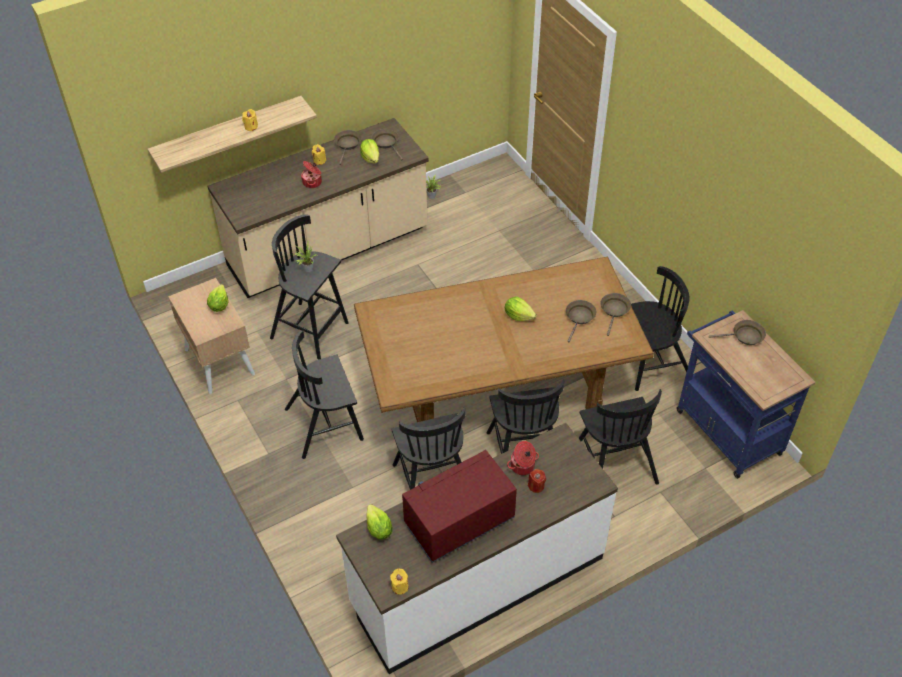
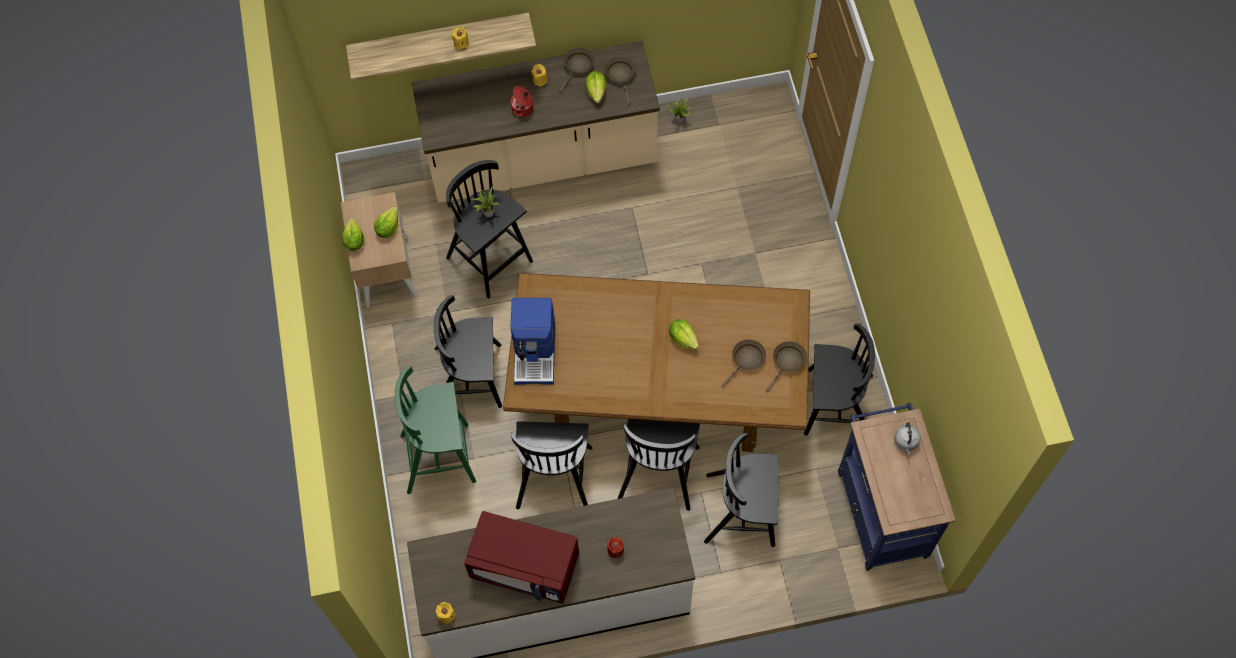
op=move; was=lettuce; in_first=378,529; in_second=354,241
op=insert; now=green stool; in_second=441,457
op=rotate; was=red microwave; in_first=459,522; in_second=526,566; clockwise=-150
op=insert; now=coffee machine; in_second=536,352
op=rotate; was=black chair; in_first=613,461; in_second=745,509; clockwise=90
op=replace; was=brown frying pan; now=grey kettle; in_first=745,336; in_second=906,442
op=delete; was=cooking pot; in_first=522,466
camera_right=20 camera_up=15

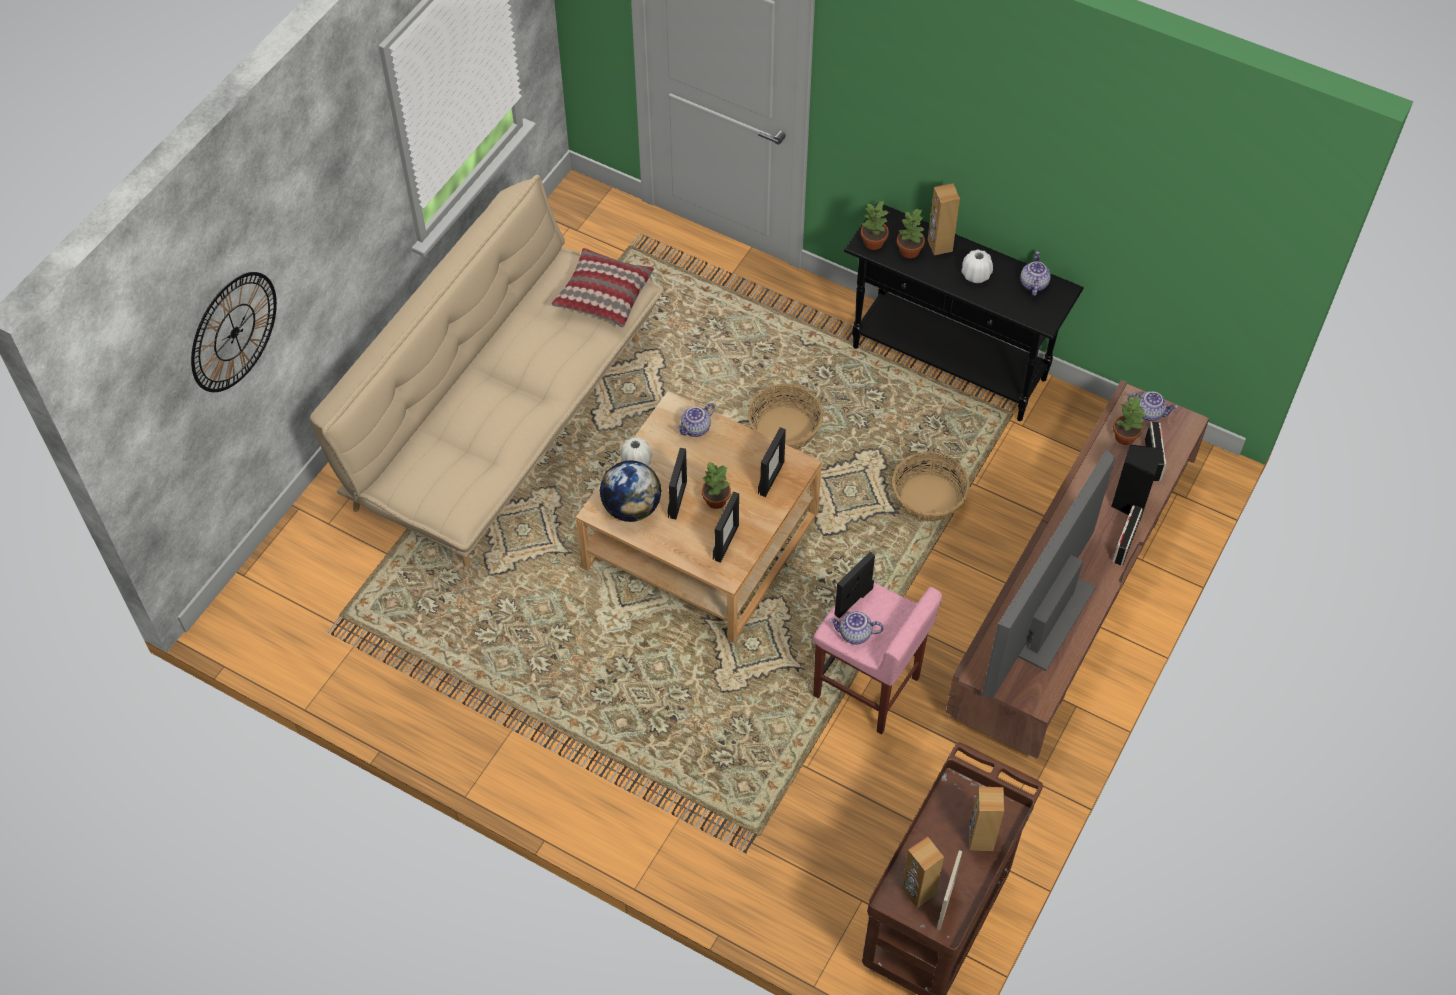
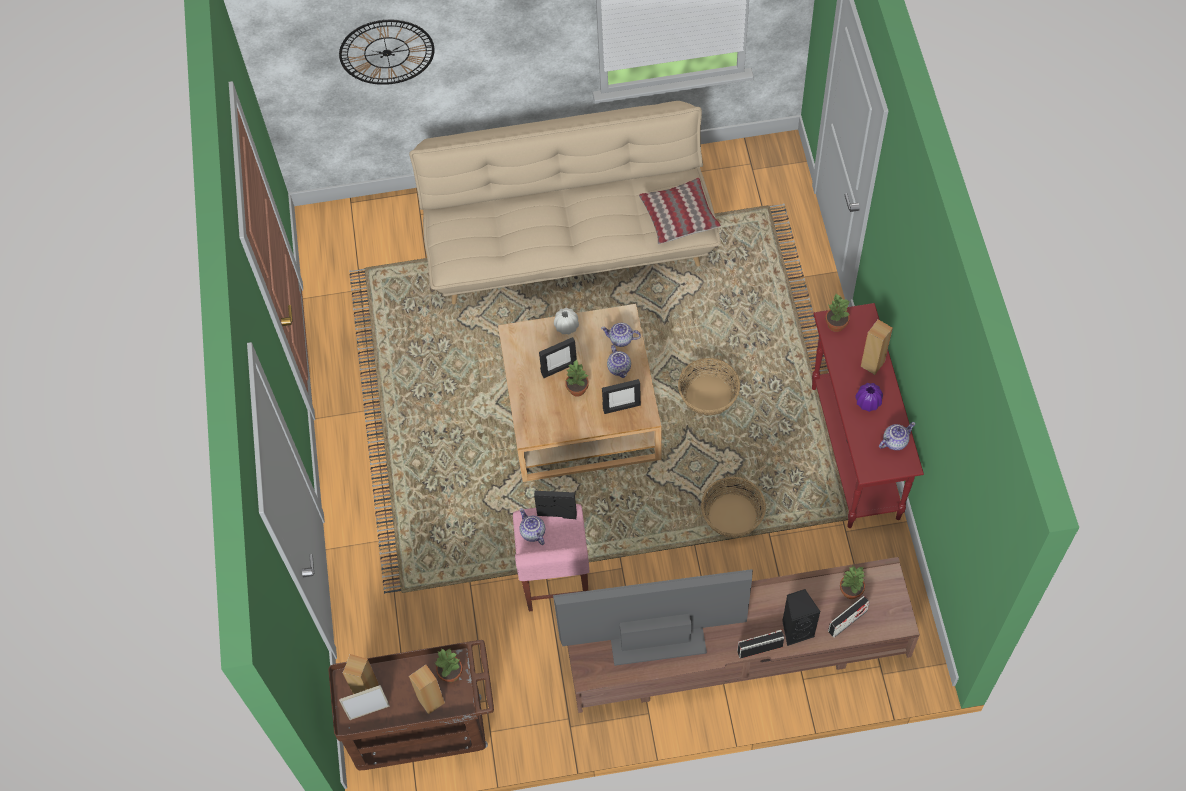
op=move; was=potted plant; in_first=910,251; in_second=450,674
op=move; was=teapot; in_first=1149,412; in_second=620,368
op=recolor; was=black console table; now=red console table; in_first=949,364; in_second=854,452
op=recolor; was=white vase; now=purple vase; in_first=976,275; in_second=868,402
op=delete; was=globe; in_first=631,508
op=delete; was=picture frame; in_first=725,542
camera_right=55 camera_up=5

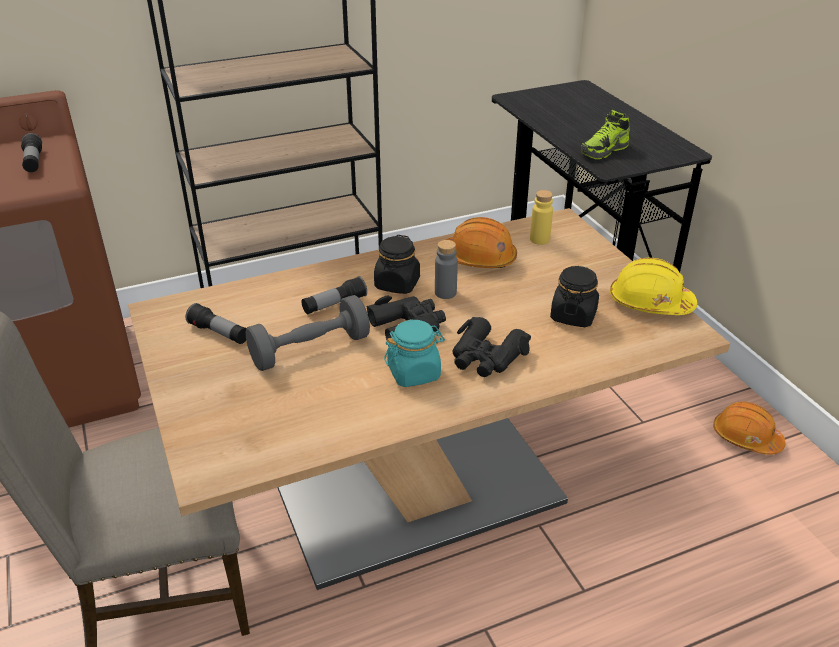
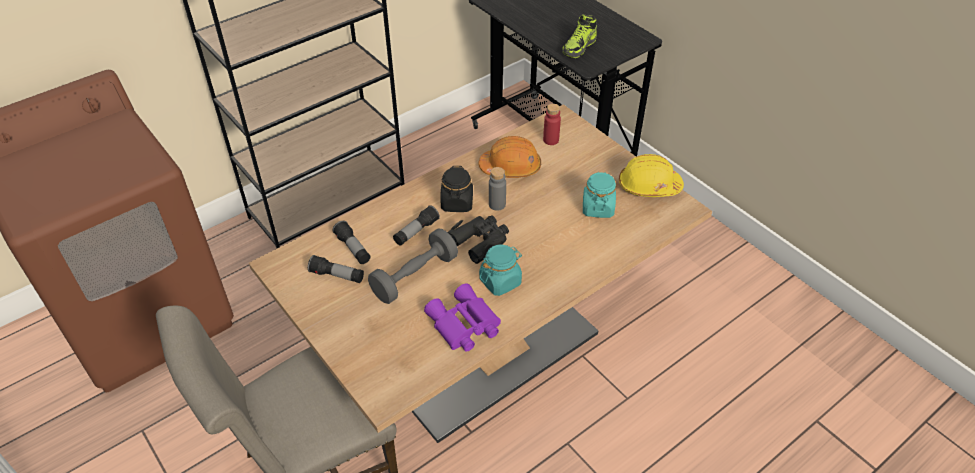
op=move; was=flashlight; in_first=33,162; in_second=353,248
op=insert; now=purple binoculars; in_second=463,326
op=recolor; was=yellow bottle; now=red bottle; in_first=539,239; in_second=551,140
op=recolor; was=black jar; now=turquoise jar; in_first=573,315; in_second=597,208
op=delete; was=black binoculars; in_first=486,357
op=delete; was=orange hard hat; in_first=745,438
camera_right=-15 camera_up=10

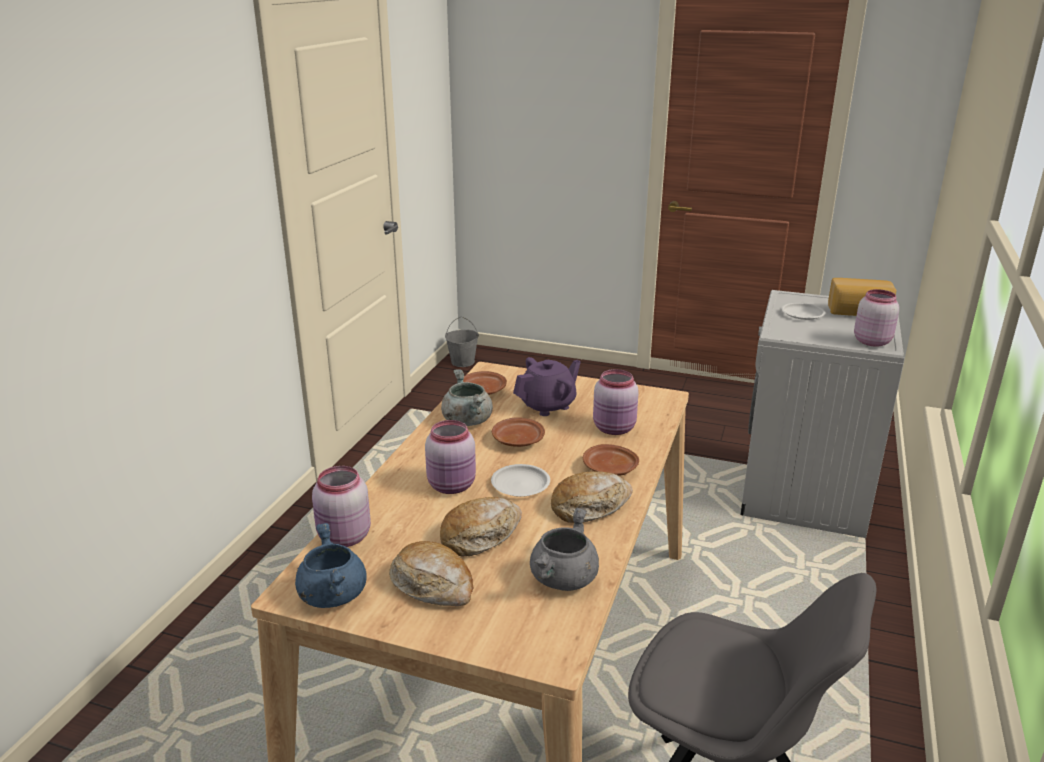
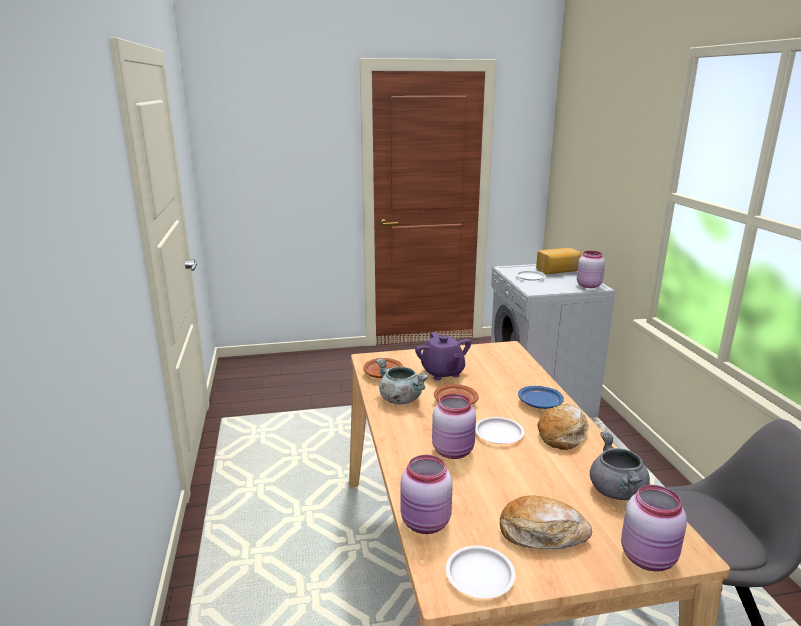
op=rotate; was=purple teapot; in_first=548,405; in_second=442,373; clockwise=135
op=replace; was=blue cooking pot; now=white plate; in_first=332,595; in_second=479,576
op=recolor; was=brown plate; now=blue plate; in_first=610,469; in_second=540,404
op=move; was=pink jar; in_first=615,429; in_second=649,558
op=delete; was=bread; in_first=481,535
op=delete; was=grey bucket; in_first=463,362
camera_right=-30 camera_up=-5

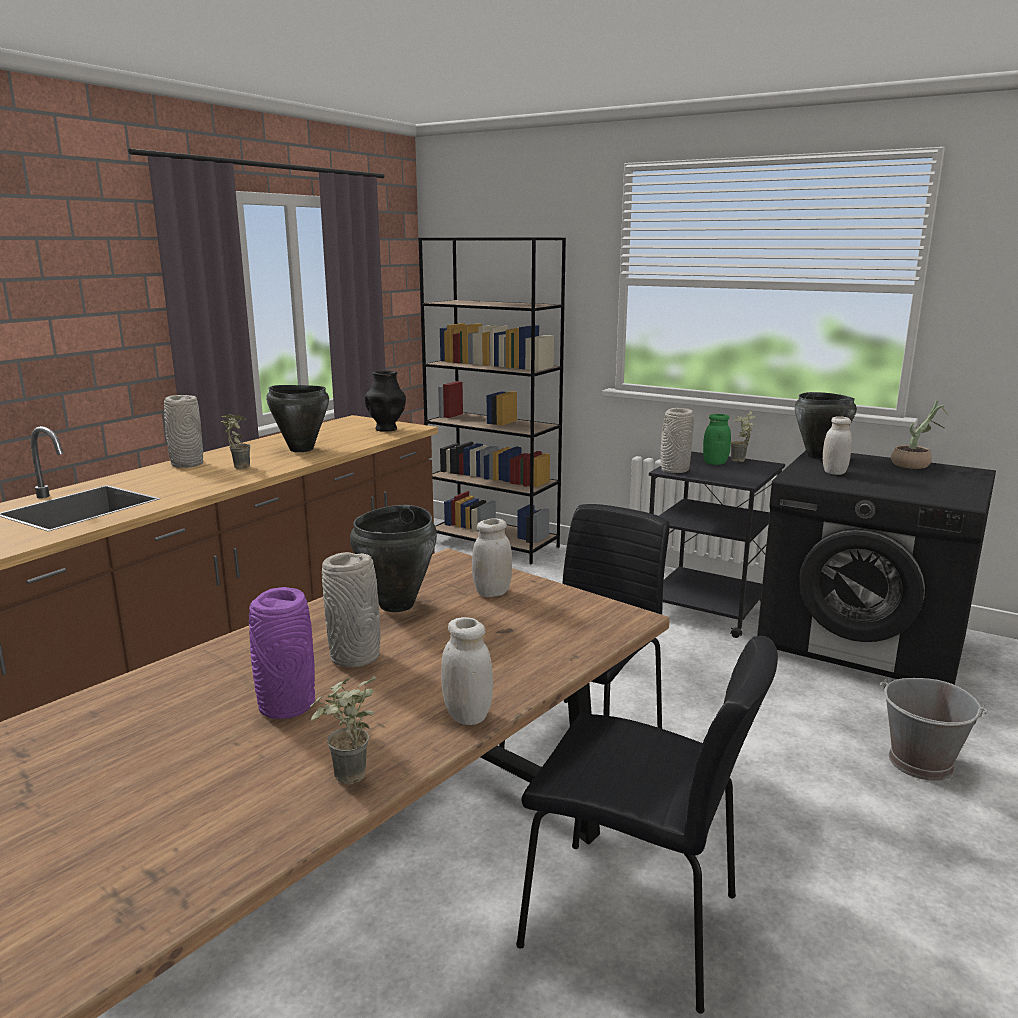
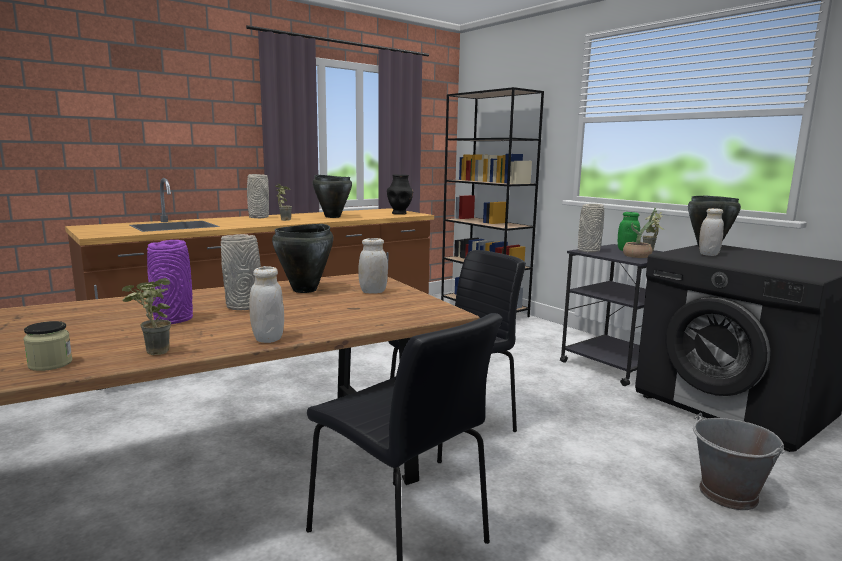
op=insert; now=jar; in_second=50,364
op=move; was=potted plant; in_first=915,465; in_second=640,256
camera_right=20 camera_up=-5

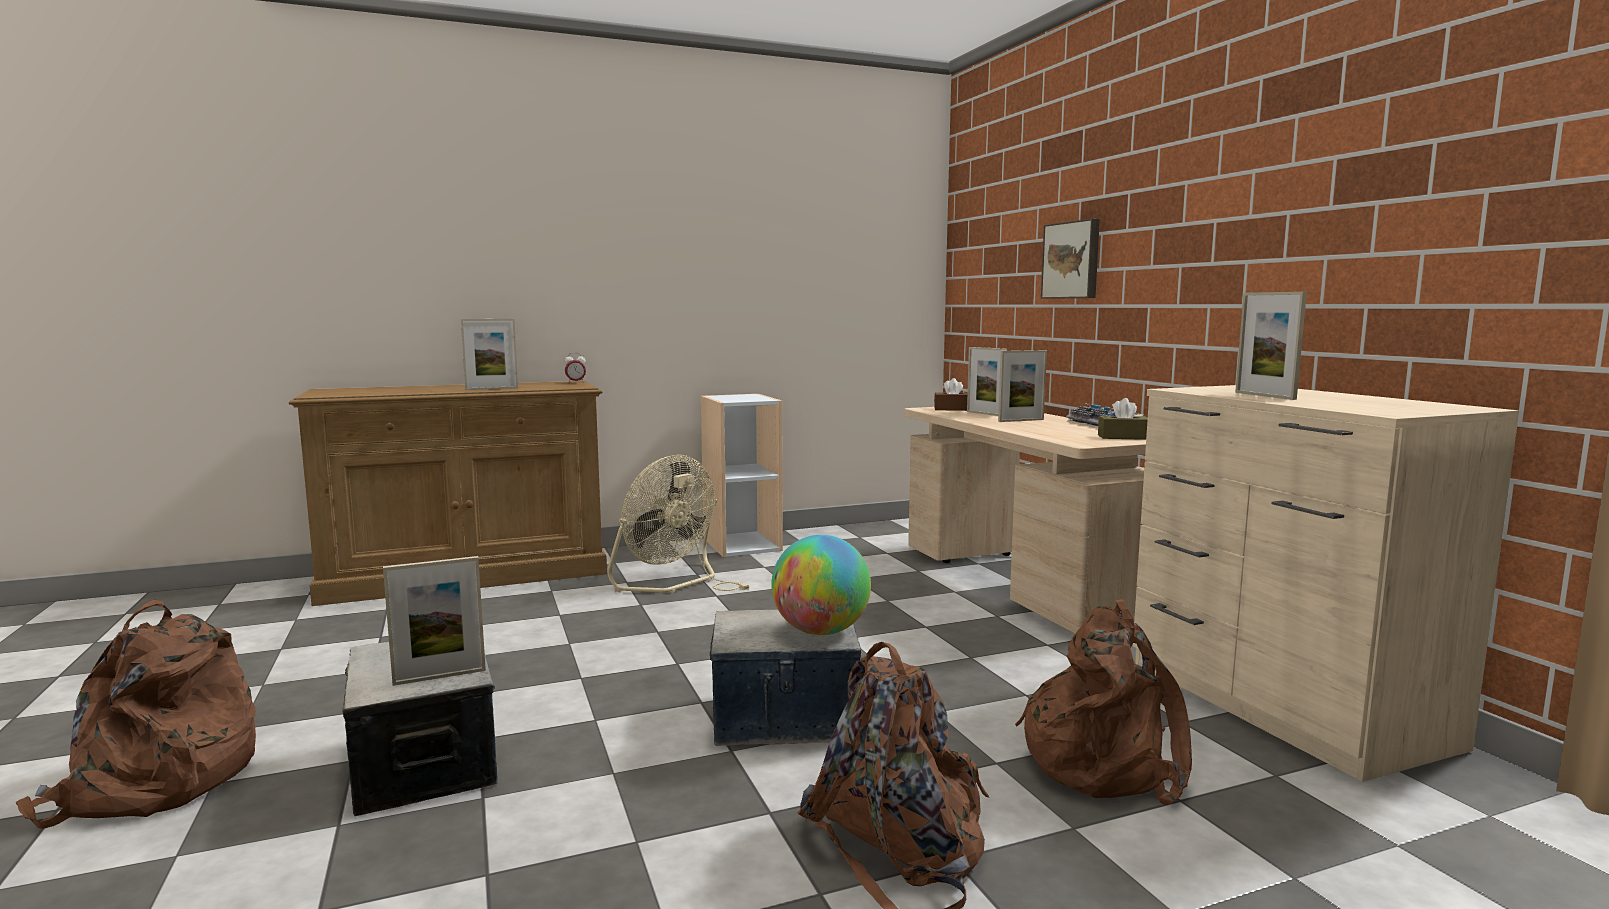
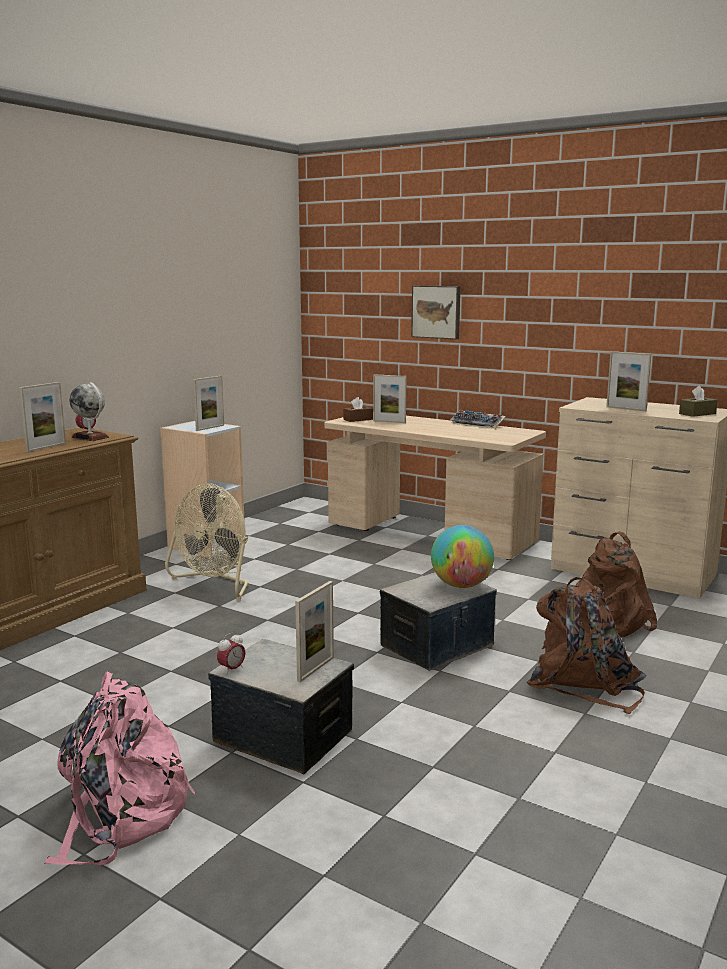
op=recolor; was=brown backpack; now=pink backpack; in_first=154,783; in_second=121,815
op=insert; now=globe; in_second=90,437
op=rotate; was=beige fan; in_first=682,581; in_second=217,582; clockwise=-60
op=move; was=picture frame; in_first=1021,420; in_second=210,428
op=insert; now=alarm clock; in_second=232,669
op=move; was=brown tissue box; in_first=1123,437; in_second=697,414
camera_right=-35 camera_up=5

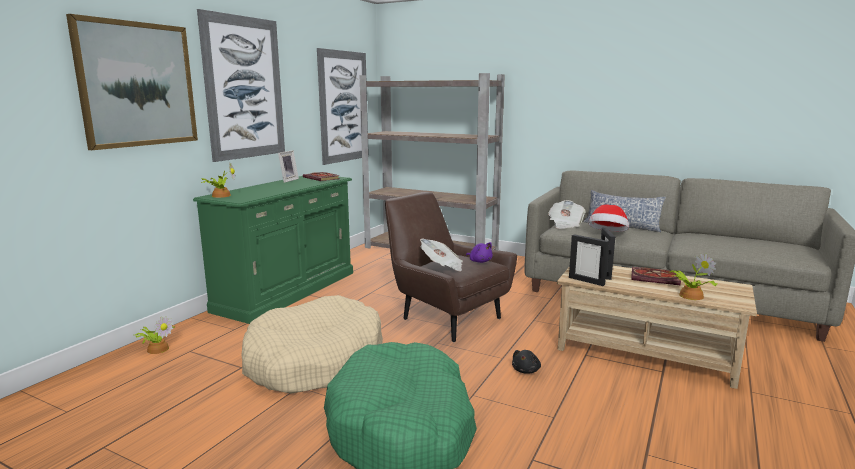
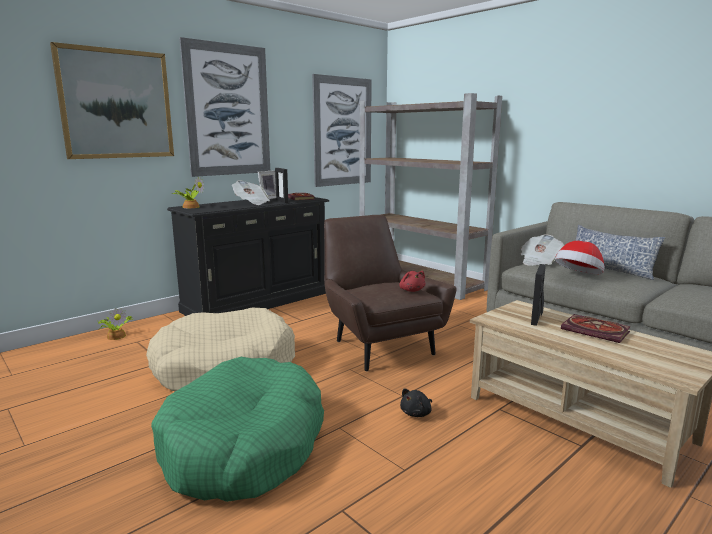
op=recolor; was=green cabinet; now=black cabinet; in_first=287,291; in_second=258,301
op=move; was=newspaper; in_first=442,266; in_second=251,203
op=move; was=picture frame; in_first=586,281; in_second=282,201
op=recolor; was=purple plush toy; now=red plush toy; in_first=479,261; in_second=411,290
op=delete; was=potted plant; in_first=689,295
camera_right=20 camera_up=0

